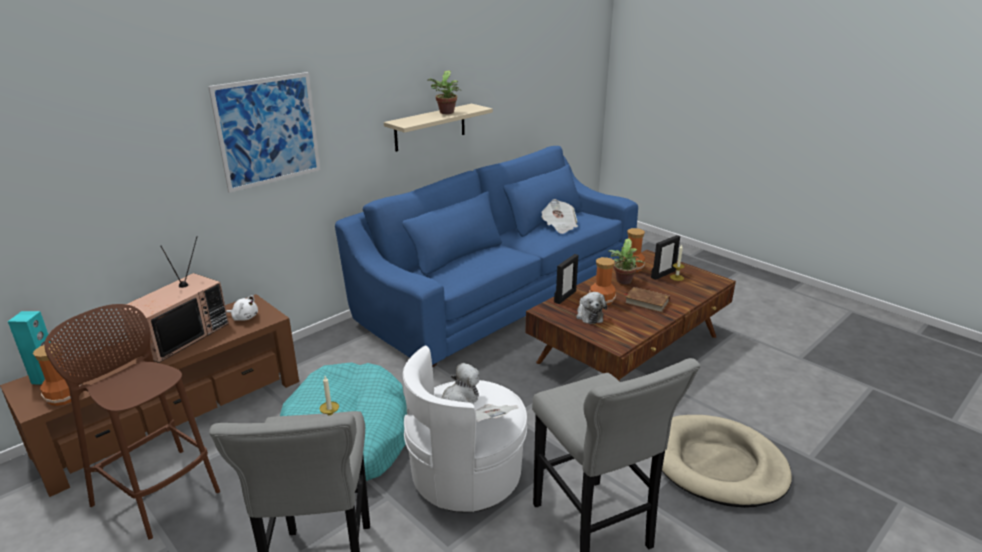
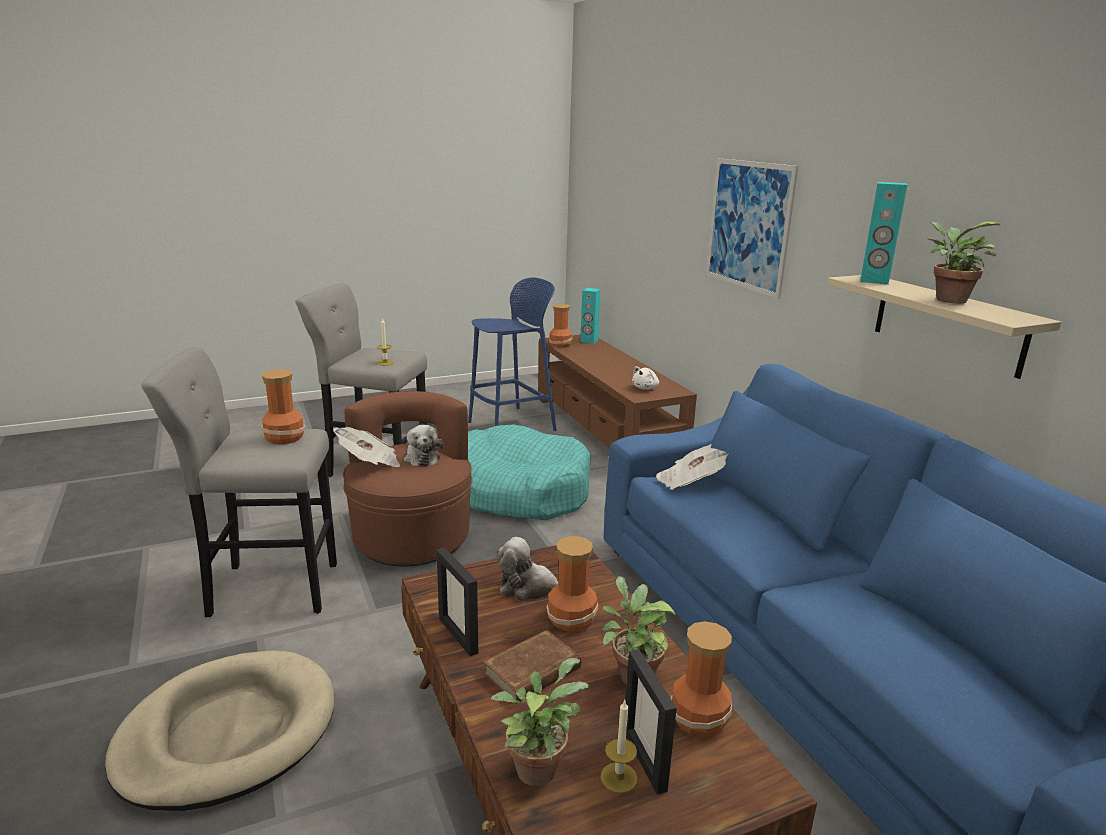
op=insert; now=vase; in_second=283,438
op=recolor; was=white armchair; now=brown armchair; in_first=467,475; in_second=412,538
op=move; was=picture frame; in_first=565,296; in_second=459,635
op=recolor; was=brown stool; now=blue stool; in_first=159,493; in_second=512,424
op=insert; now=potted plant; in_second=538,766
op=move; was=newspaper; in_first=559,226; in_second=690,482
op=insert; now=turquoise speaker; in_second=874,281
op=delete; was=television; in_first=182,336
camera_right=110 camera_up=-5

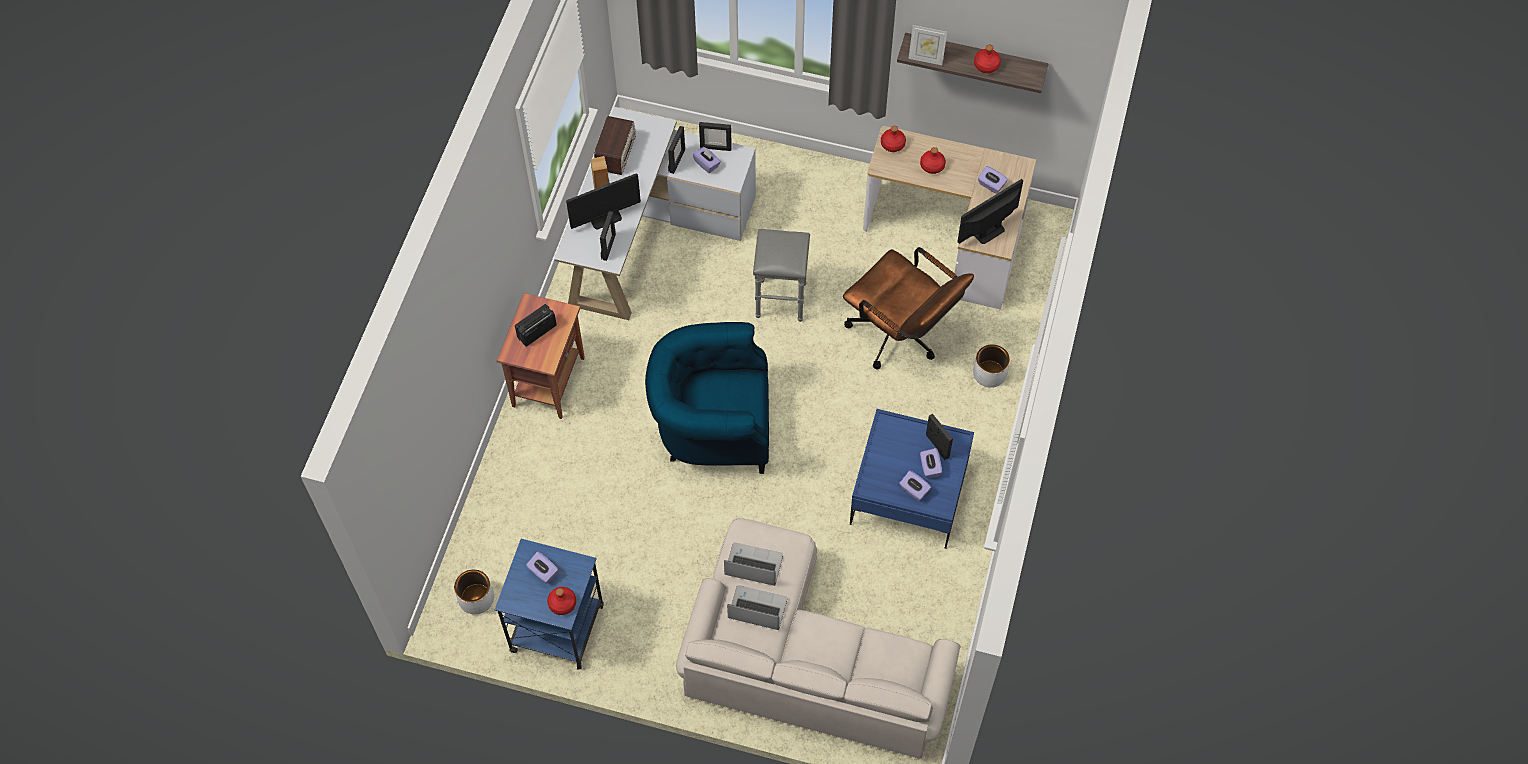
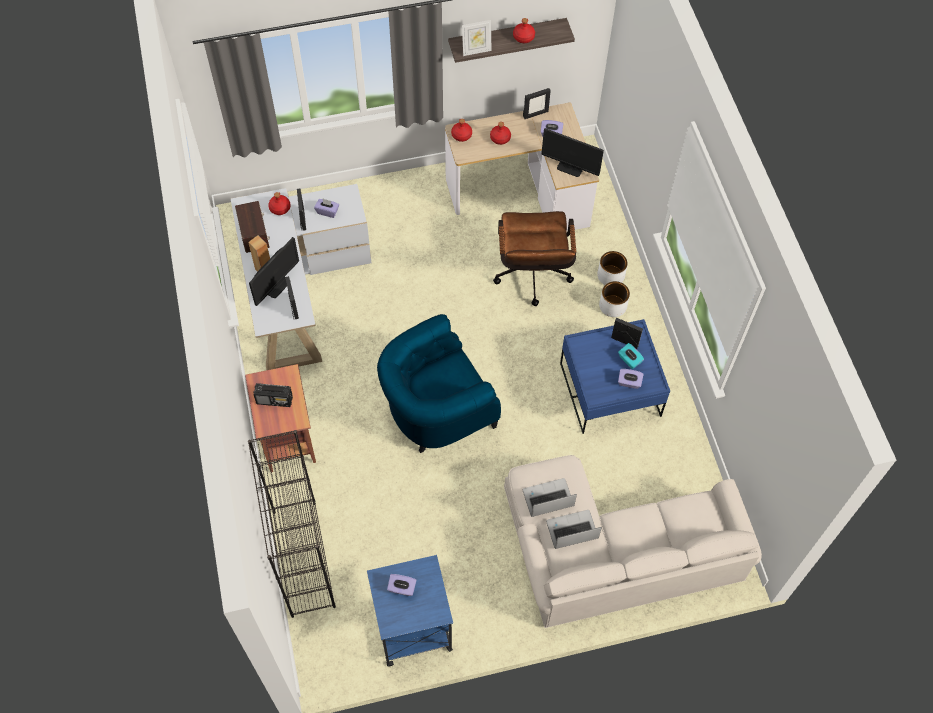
op=insert; now=black bookcase; in_second=303,558
op=rotate; was=radio; in_first=536,332; in_second=275,400; clockwise=-105
op=move; was=red bottle; in_first=562,604; in_second=280,208
op=rotate; was=brown office chair; in_first=901,336; in_second=532,278; clockwise=75
op=move; was=picture frame; in_first=715,147; in_second=535,114
op=rotate; was=monitor; in_first=988,231; in_second=570,167; clockwise=-90
op=move; was=white planter; in_first=476,598; in_second=612,305
op=recolor; was=purple tissue box; now=turquoise tissue box; in_first=930,467; in_second=629,360
op=delete; was=grey stool; in_first=782,301
camera_right=-30 camera_up=0

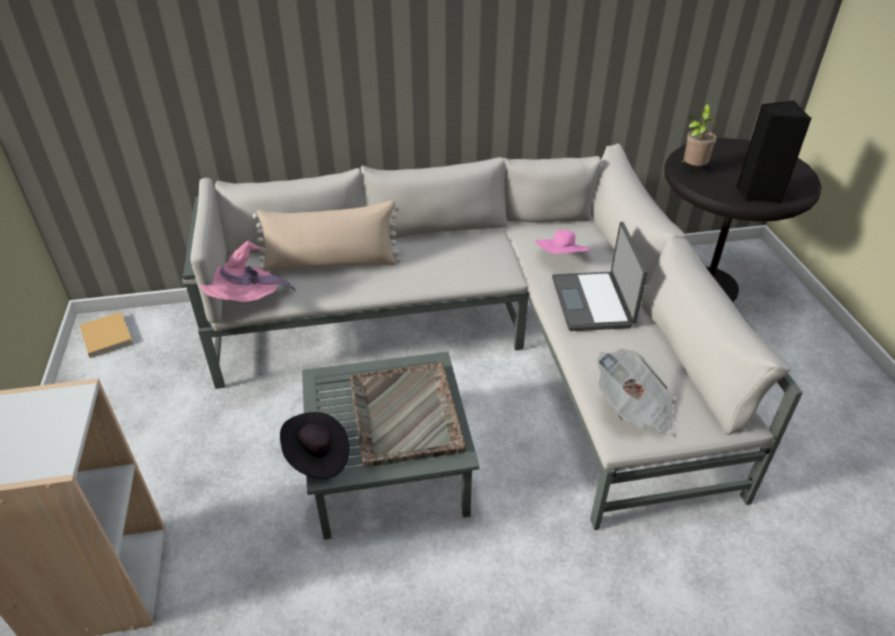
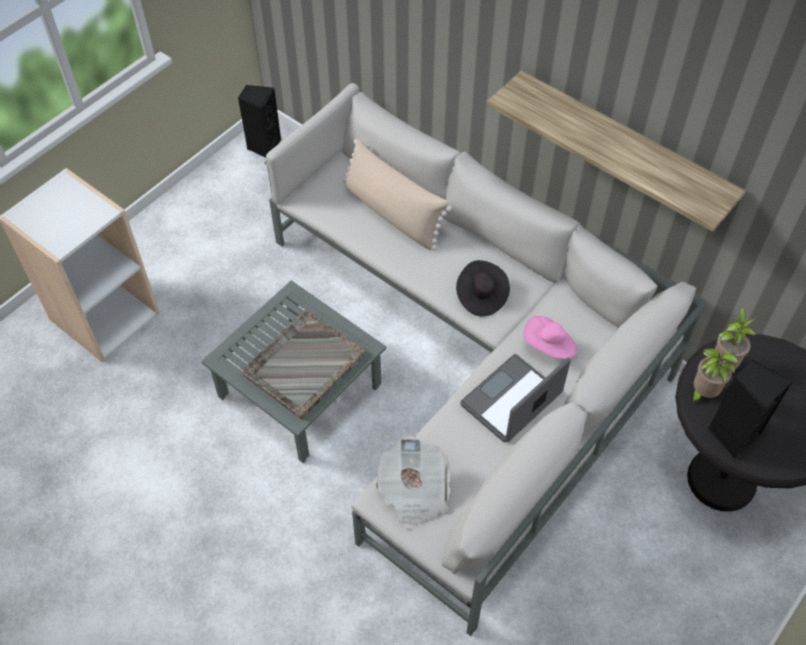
op=replace; was=beige book; now=black speaker; in_first=106,335; in_second=263,146
op=move; was=black hat; in_first=317,456; in_second=481,296
op=insert; now=shelf; in_second=623,148
op=insert; now=potted plant; in_second=702,393
op=delete; was=pink hat; in_first=245,303
camera_right=50 camera_up=15

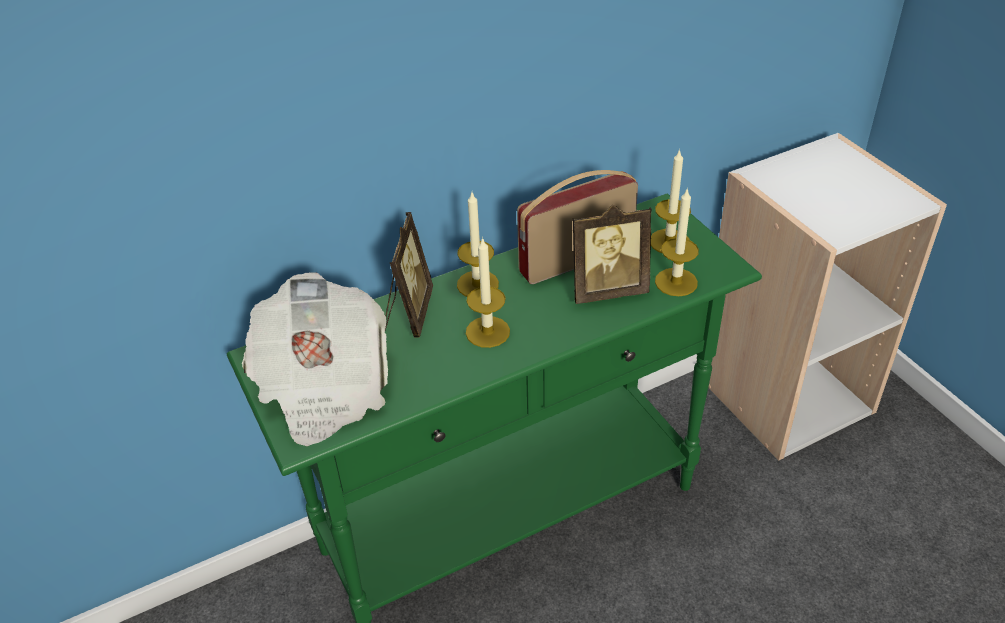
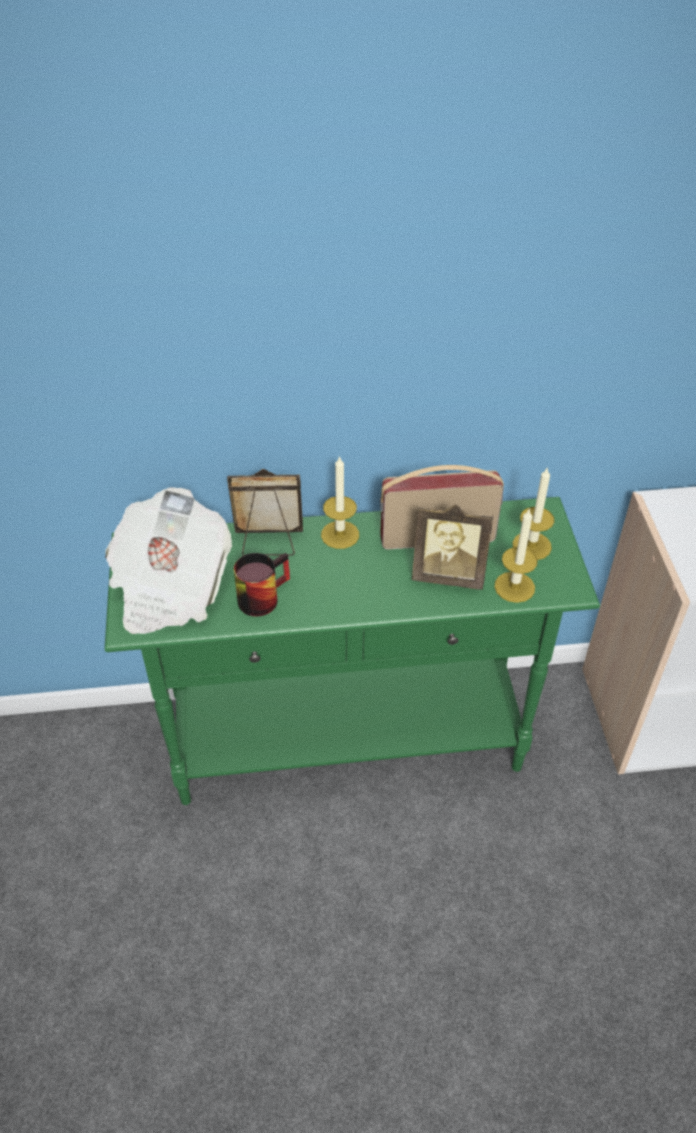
op=rotate; was=picture frame; in_first=408,313; in_second=268,543; clockwise=-120
op=insert; now=mug; in_second=261,595
op=delete; was=candle; in_first=487,332
camera_right=20 camera_up=5

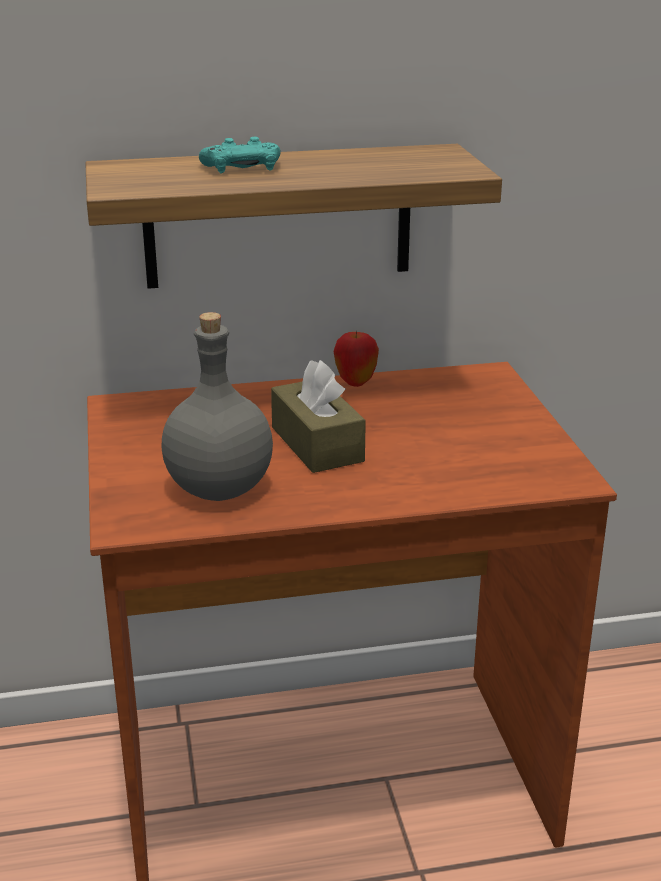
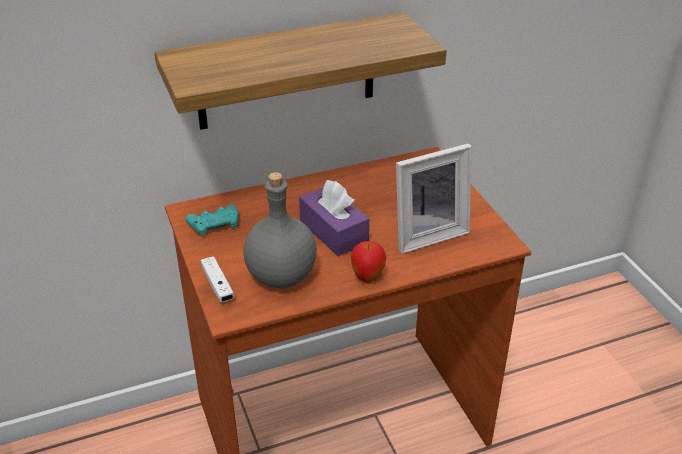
op=move; was=turquoise game controller; in_first=242,168; in_second=214,225
op=insert; now=white game controller; in_second=217,285
op=recolor; was=brown tissue box; now=purple tissue box; in_first=317,444; in_second=333,231
op=move; was=apple; in_first=355,383; in_second=367,278
op=insert; now=picture frame; in_second=427,234
camera_right=-10 camera_up=10

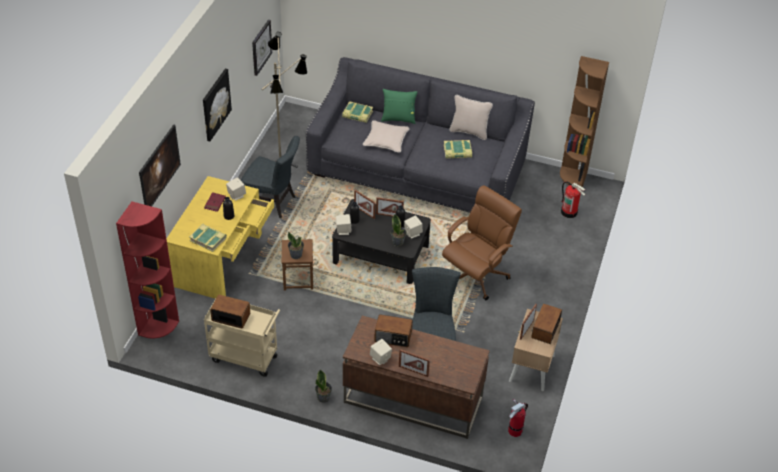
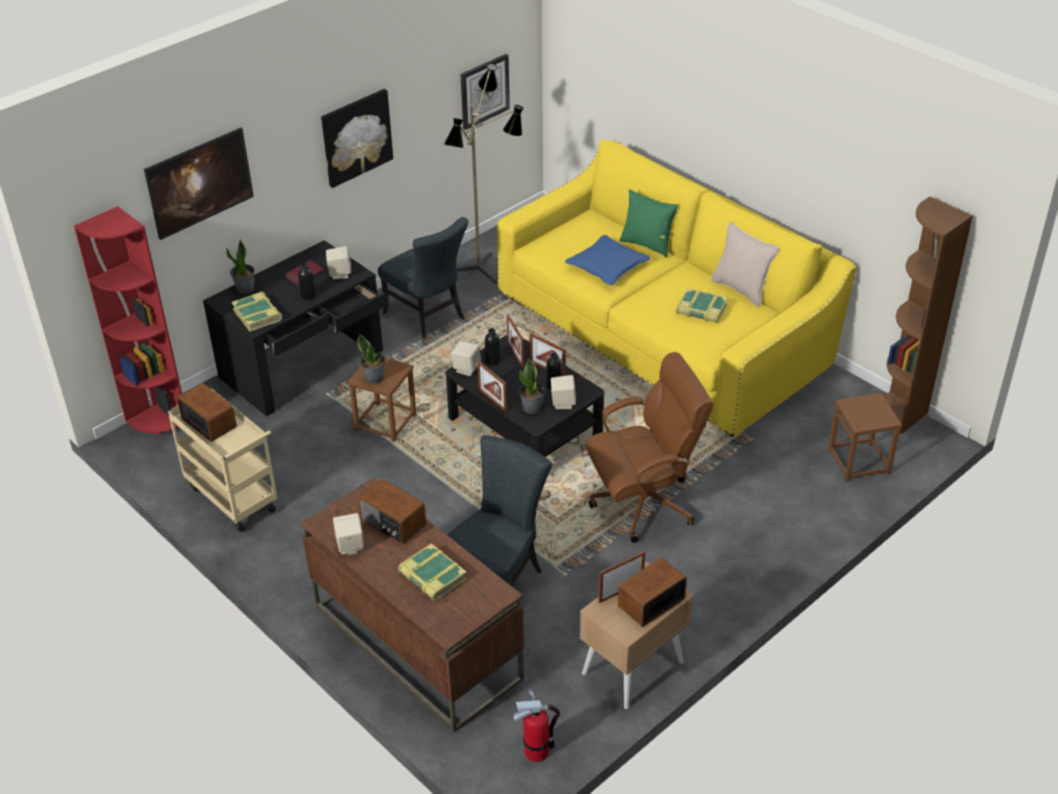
op=recolor; was=yellow desk; now=black desk; in_first=223,260; in_second=308,367
op=move; was=potted plant; in_first=323,397; in_second=245,288
op=move; was=book; in_first=357,115; in_second=432,577
op=move; was=picture frame; in_first=413,371; in_second=492,400
op=recolor; was=grey sofa; now=yellow sofa; in_first=417,170; in_second=662,335
op=recolor; was=beige pillow; now=blue pillow; in_first=386,140; in_second=607,266
op=replace; was=fire extinguisher; now=brown stool; in_first=569,212; in_second=859,462
camera_right=30 camera_up=-5

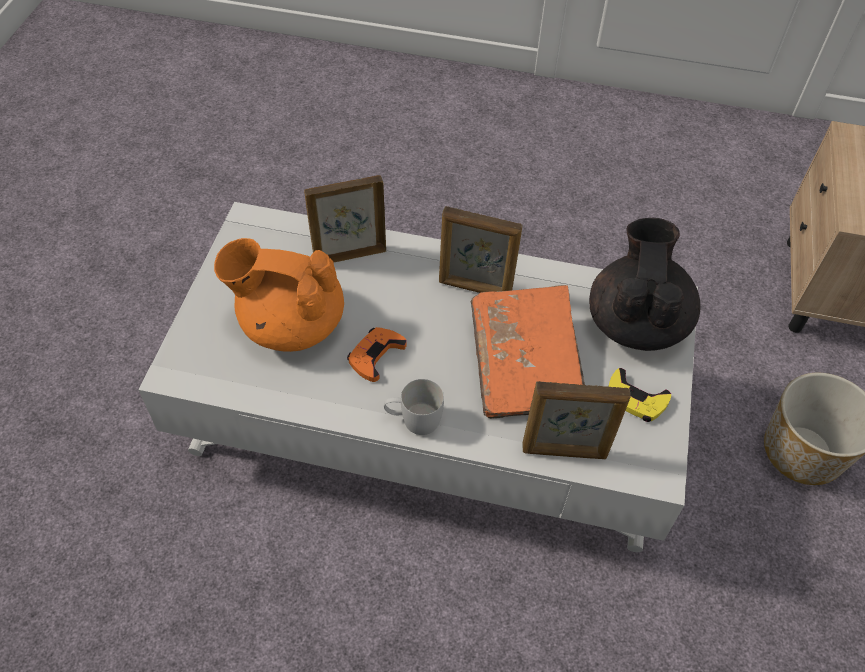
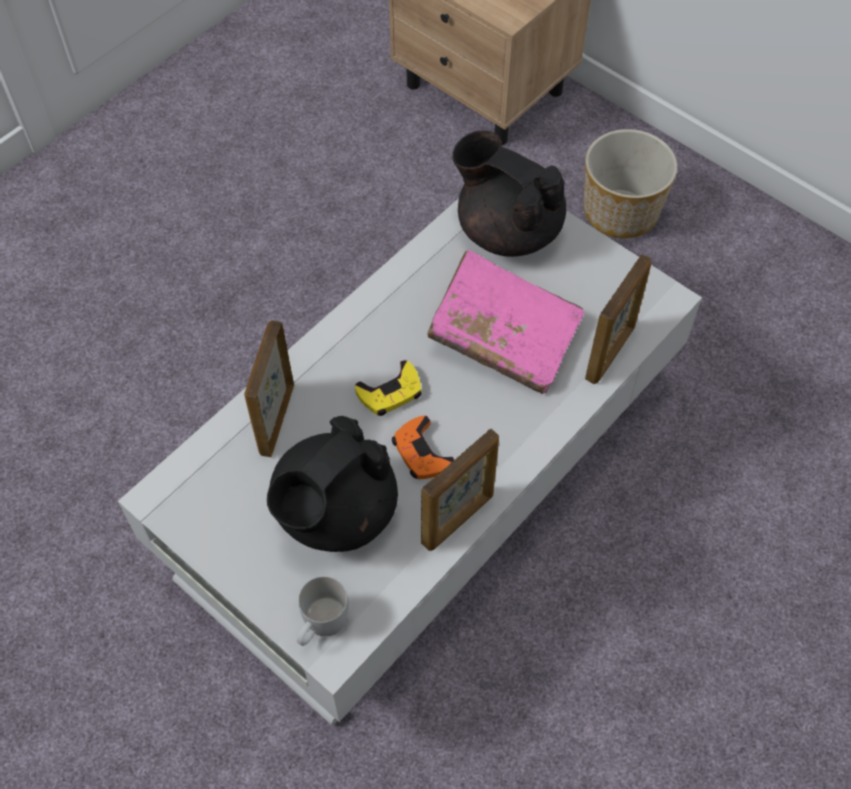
op=recolor; was=orange teapot; now=black teapot; in_first=290,323; in_second=334,512
op=move; was=white mug; in_first=413,419; in_second=321,625
op=move; was=yellow game controller; in_first=635,399; in_second=390,392
op=move; was=picture frame; in_first=475,288; in_second=458,519
op=recolor; was=orange book; now=pink book; in_first=525,365; in_second=504,336
camera_right=-60 camera_up=5

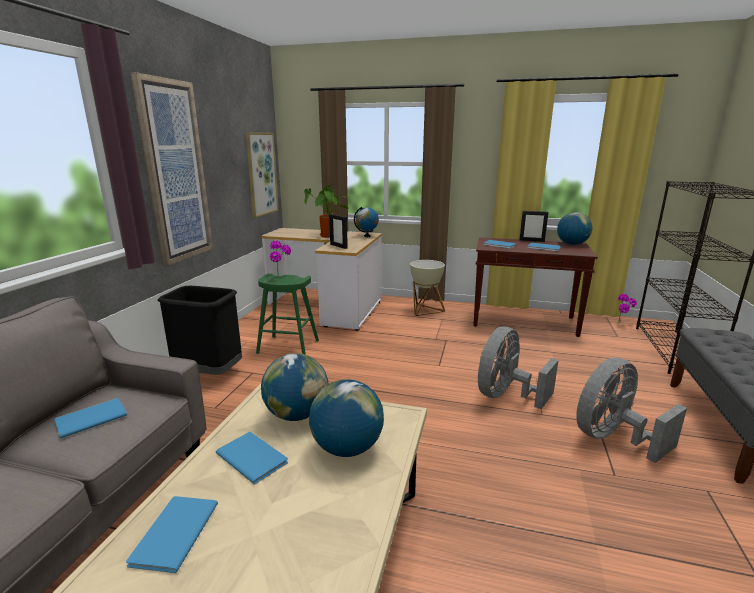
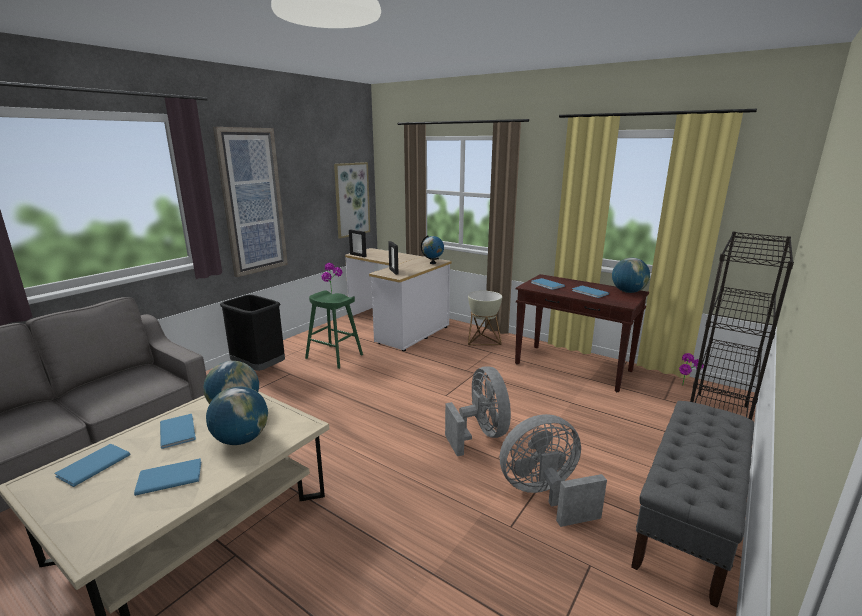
op=move; was=blue book; in_first=89,418; in_second=168,477
op=move; was=picture frame; in_first=531,240; in_second=358,255
op=rotate; was=grey fan; in_first=506,395; in_second=480,434; clockwise=105
op=delete; was=potted plant; in_first=329,236
camera_right=20 camera_up=0

